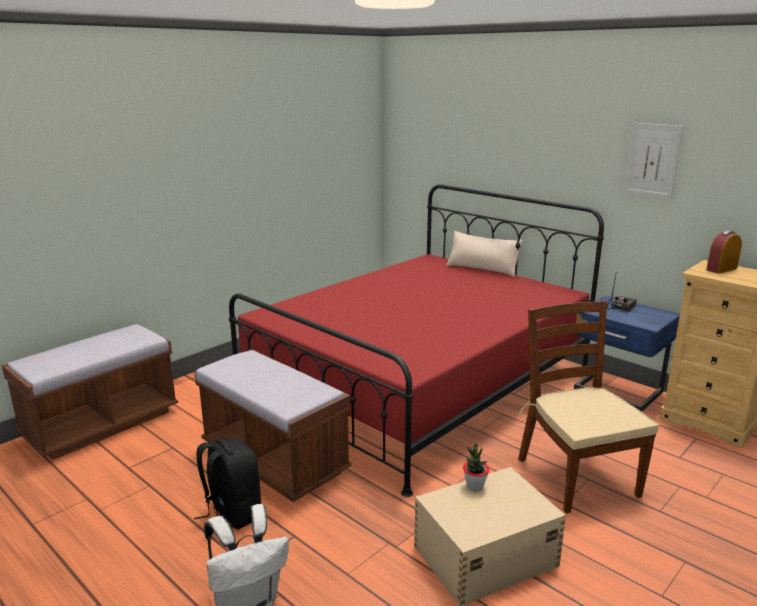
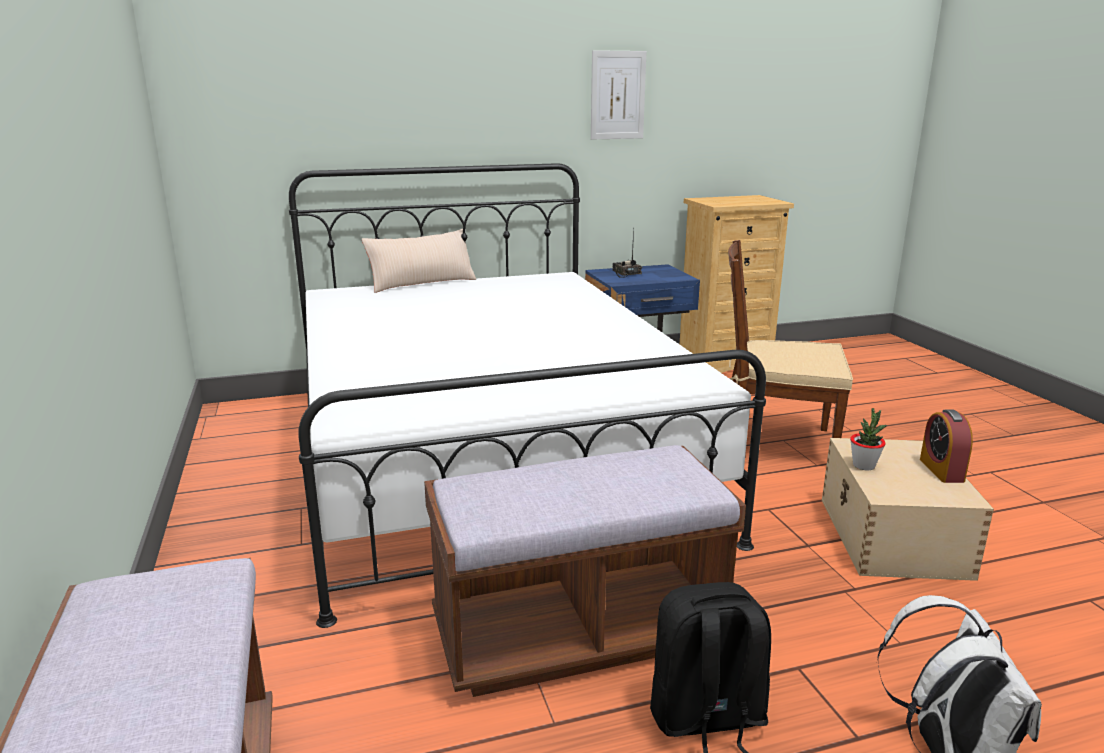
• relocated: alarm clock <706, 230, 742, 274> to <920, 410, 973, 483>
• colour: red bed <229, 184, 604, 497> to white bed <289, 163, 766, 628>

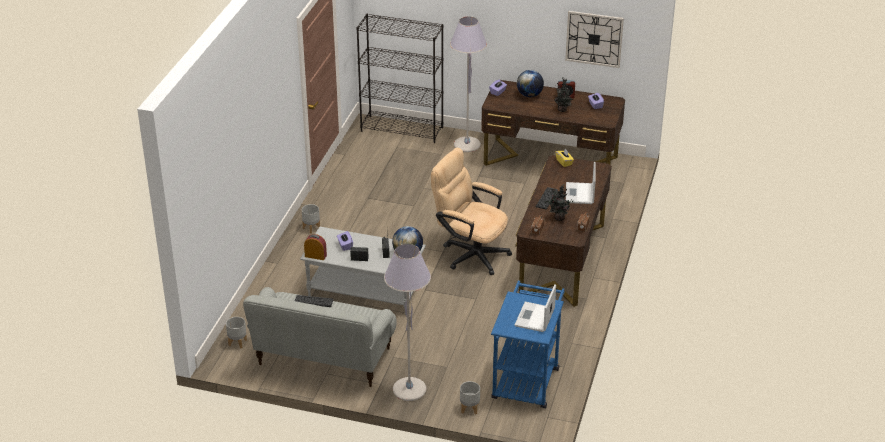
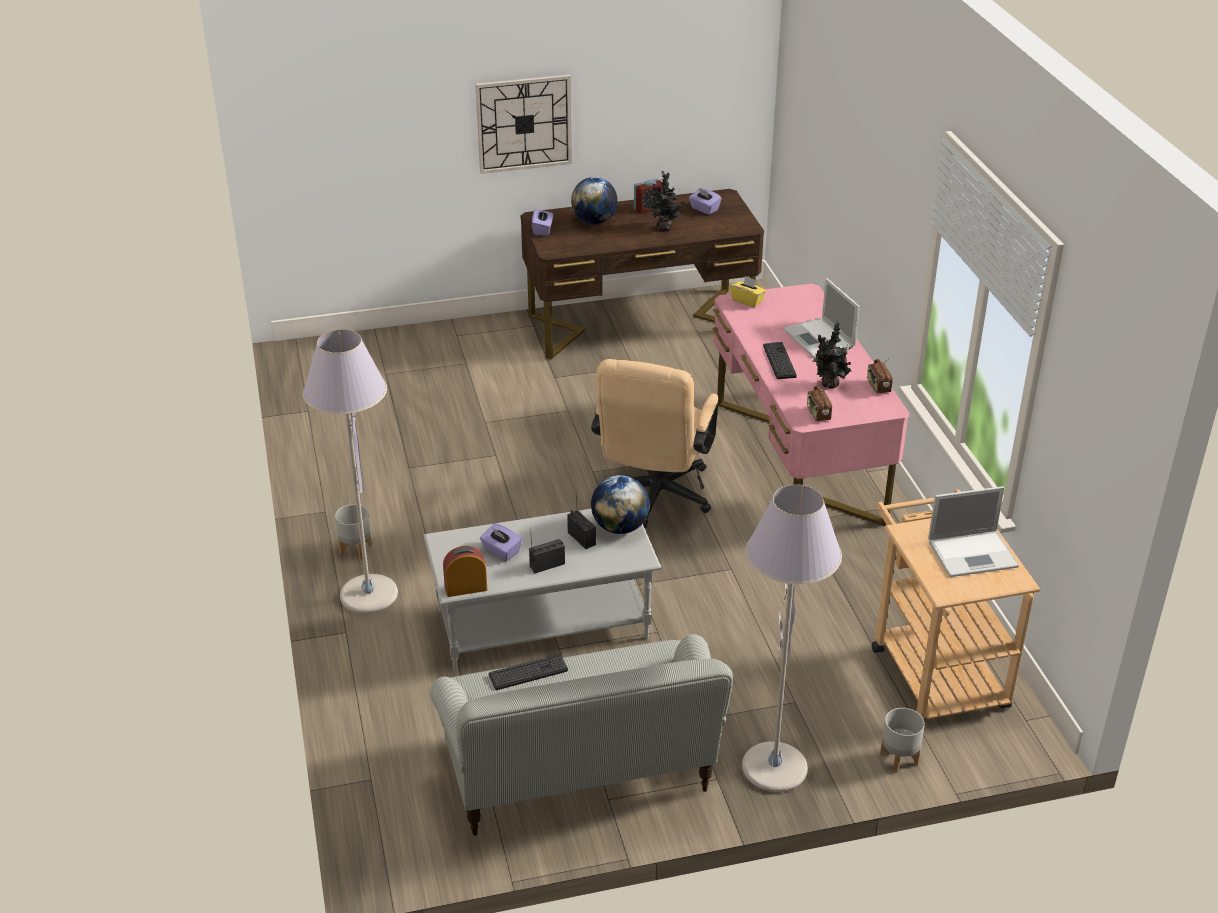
• missing: grey planter <226, 317, 247, 349>
• missing: black bookcase <356, 14, 443, 143>
• relocated: grey floor lamp <450, 16, 487, 152> to <303, 329, 398, 614>
• relocated: wall clock <565, 11, 624, 68> to <475, 75, 572, 174>
• colour: blue cart <491, 281, 565, 409> to beige cart <872, 490, 1040, 722>
• colour: brown desk <515, 155, 612, 307> to pink desk <713, 284, 910, 526>
• spun: beige office chair <431, 148, 512, 275> = <591, 359, 719, 528> 75 degrees counterclockwise
• spun: laptop <515, 284, 556, 332> = <928, 486, 1019, 577> 90 degrees counterclockwise

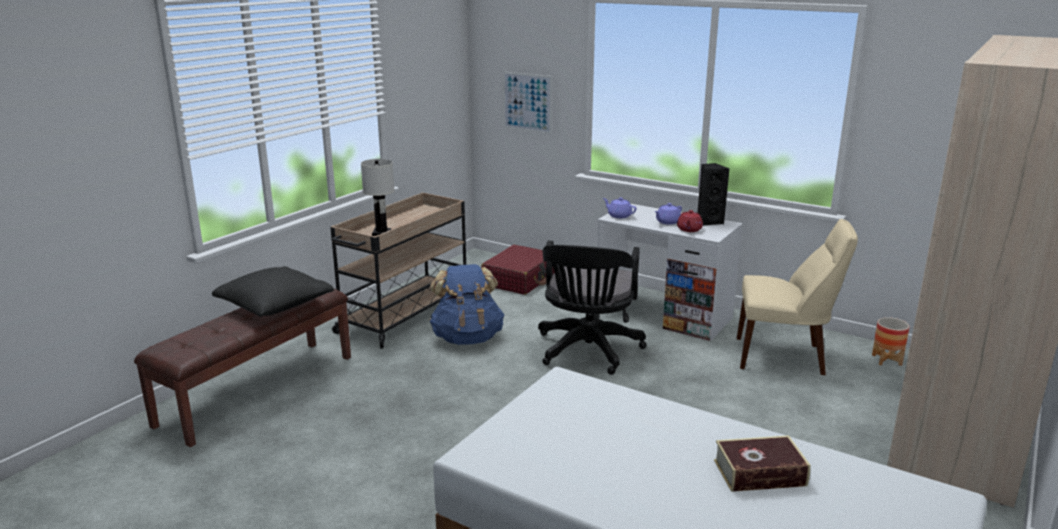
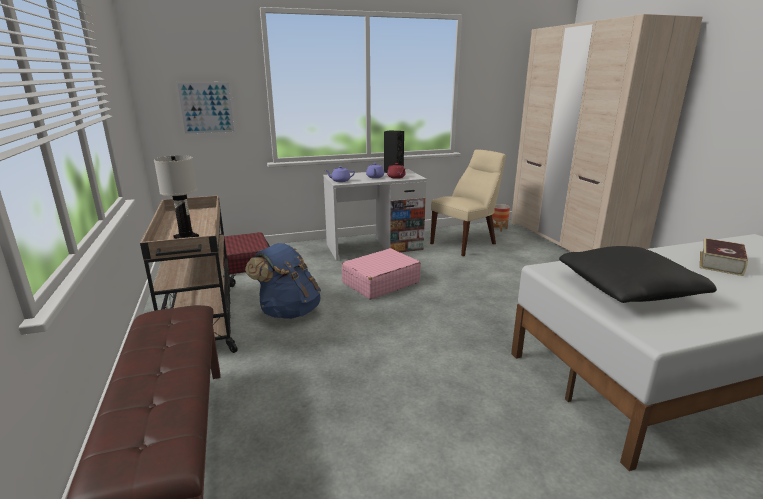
• relocated: black pillow <212, 266, 334, 317> to <559, 246, 717, 303>
• exchanged: black office chair <538, 241, 647, 375> to pink suitcase <342, 248, 421, 300>

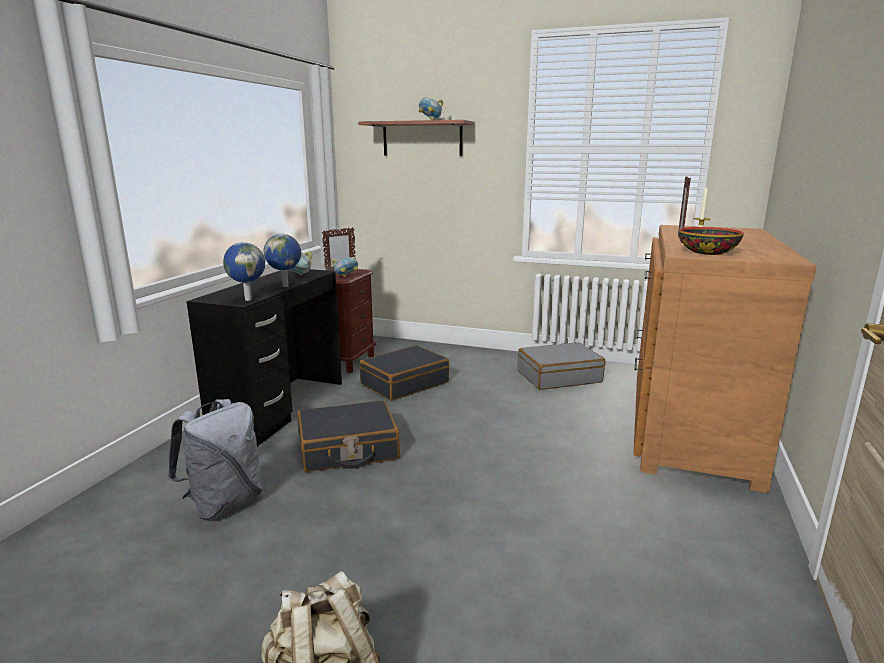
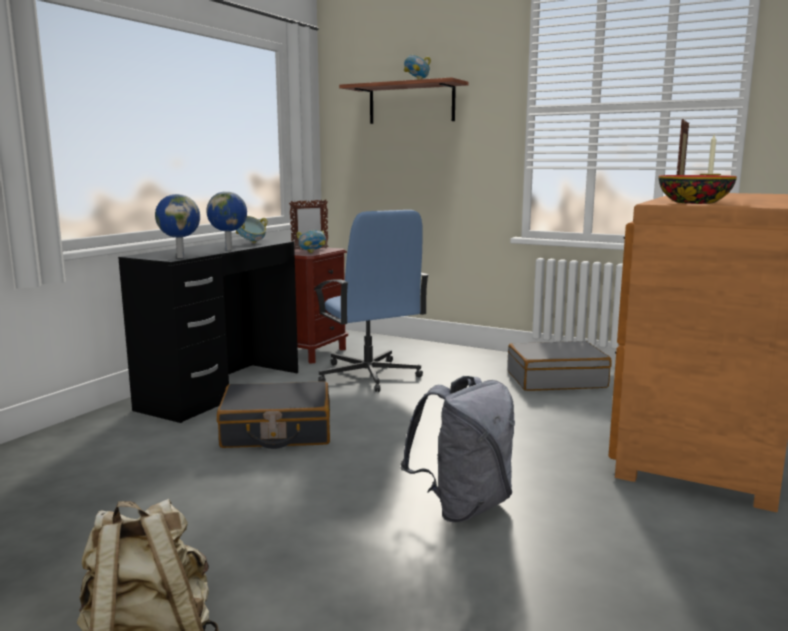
• relocated: grey backpack <167, 399, 262, 521> to <401, 376, 515, 522>
• exchanged: black suitcase <360, 345, 449, 401> to blue office chair <313, 210, 429, 392>

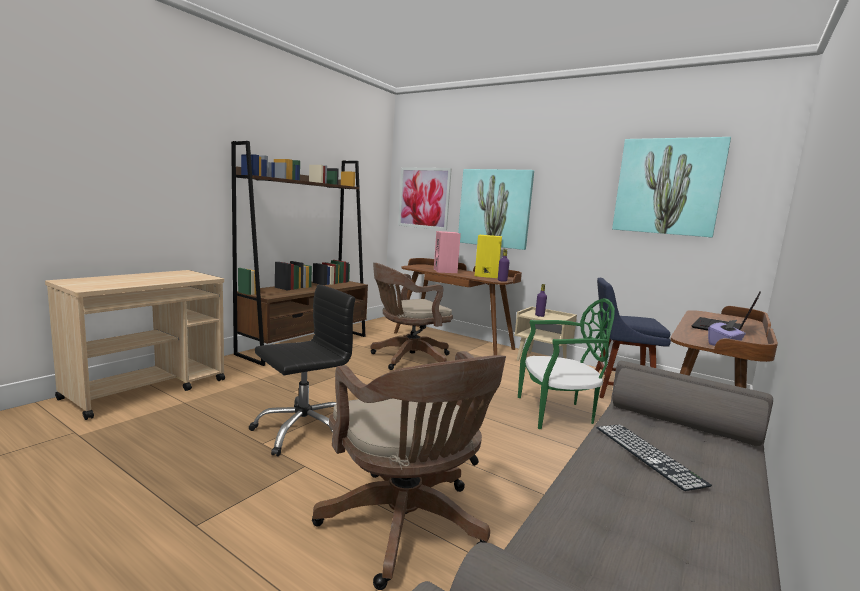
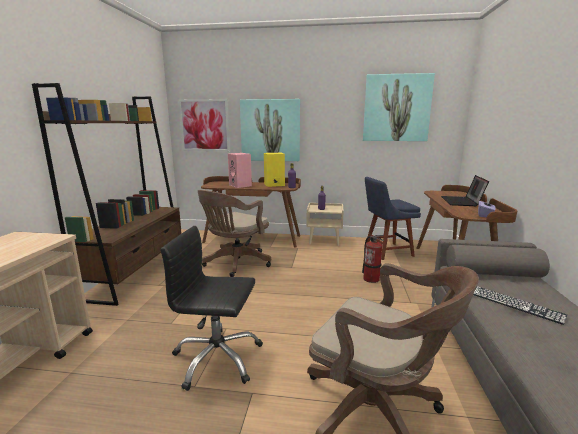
• exchanged: green chair <518, 298, 615, 429> to fire extinguisher <362, 235, 384, 283>
• spun: black office chair <248, 284, 355, 456> = <160, 226, 263, 391> 105 degrees counterclockwise

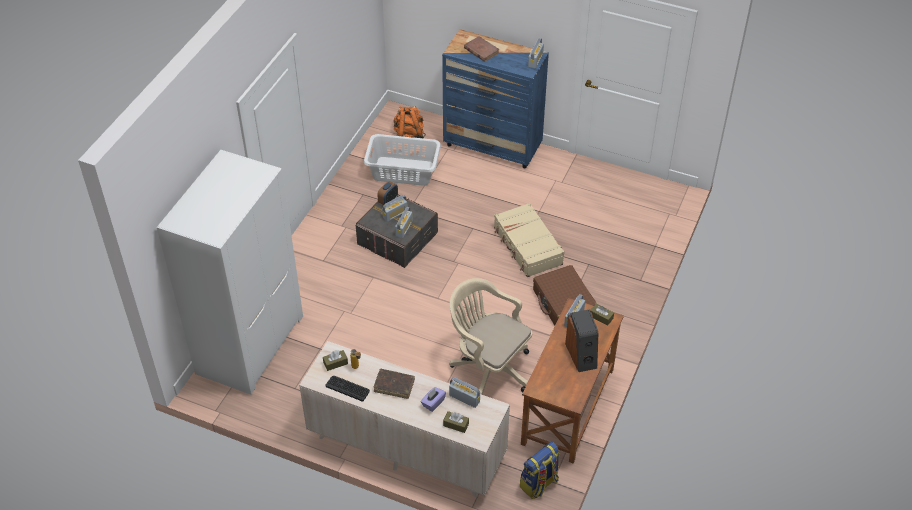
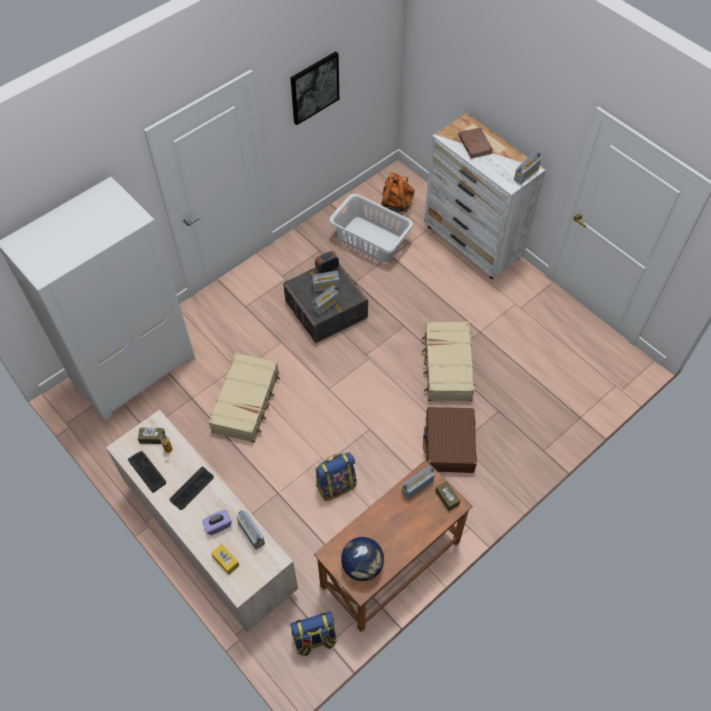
• missing: speaker <565, 309, 598, 372>
• appeared: beige suitcase <208, 353, 280, 442>
• appeared: picture <290, 51, 339, 125>
• appeared: globe <341, 537, 384, 581>
• exchanged: brown book <374, 369, 415, 399> to keyboard <169, 466, 214, 510>
• exchanged: beige office chair <449, 278, 532, 395> to backpack <315, 452, 356, 501>
• colour: blue dresser <442, 29, 549, 168> to white dresser <424, 113, 546, 279>
• colour: brown tissue box <443, 411, 469, 433> to yellow tissue box <211, 544, 239, 575>

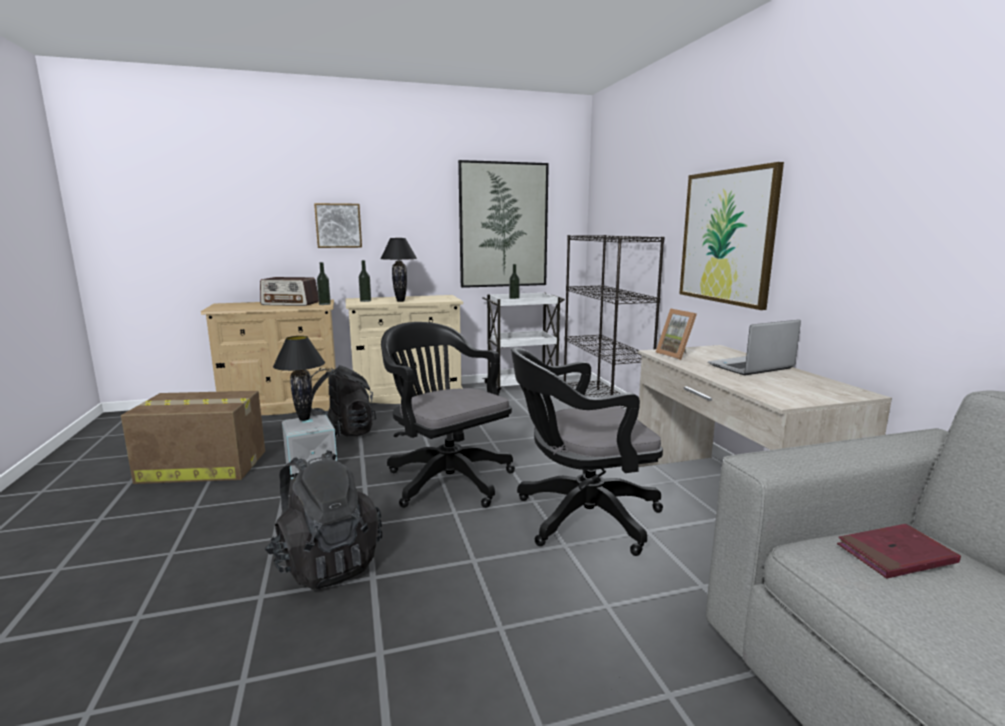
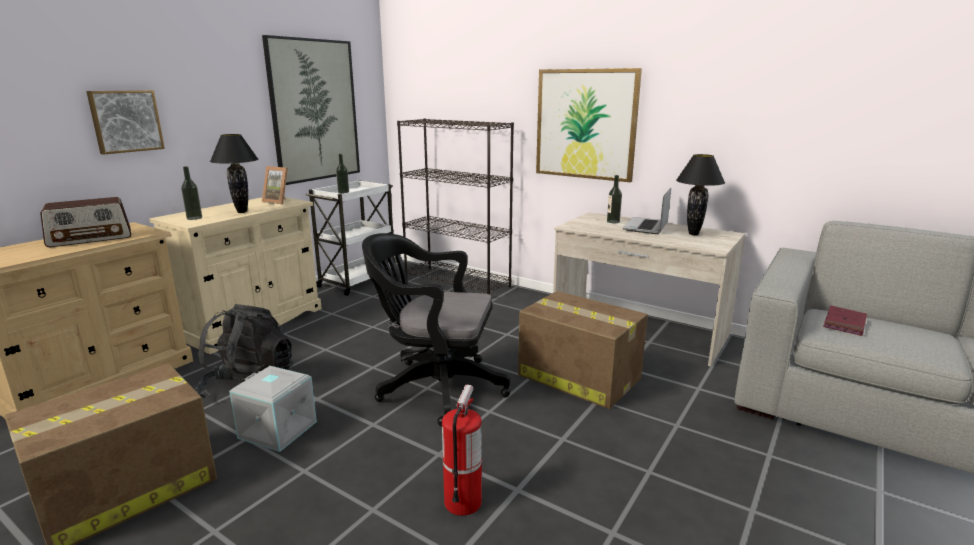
• relocated: black table lamp <273, 336, 325, 421> to <676, 154, 725, 235>
• relocated: bottle <317, 262, 331, 305> to <607, 175, 622, 223>
• relocated: picture frame <656, 308, 697, 360> to <262, 166, 288, 204>
• exchanged: black backpack <265, 450, 382, 590> to fire extinguisher <442, 385, 482, 516>
• exchanged: black office chair <511, 348, 663, 556> to cardboard box <518, 291, 648, 409>

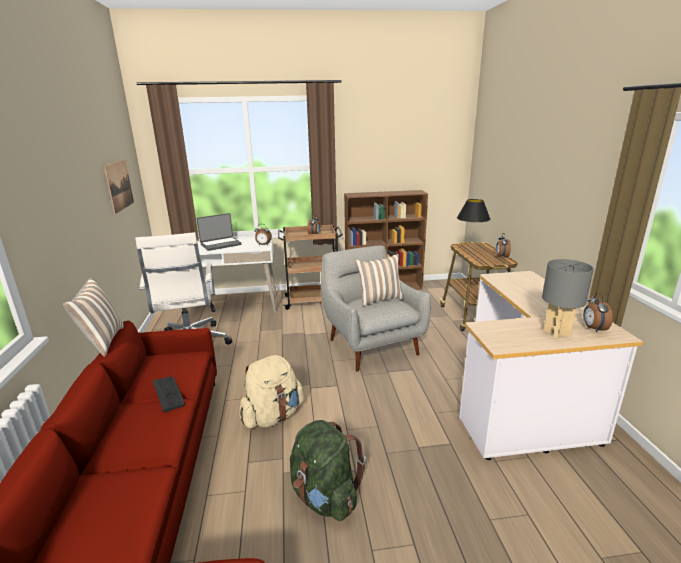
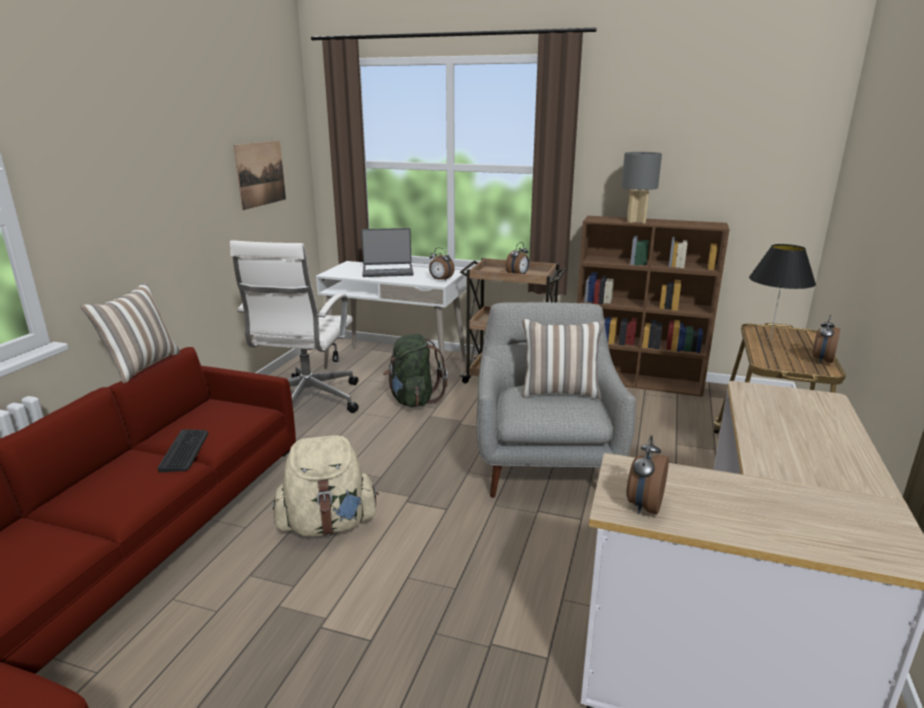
• relocated: green backpack <290, 420, 366, 521> to <383, 334, 448, 407>
• relocated: grey table lamp <542, 259, 594, 339> to <621, 152, 662, 223>
• relocated: alarm clock <583, 293, 613, 333> to <626, 435, 669, 514>

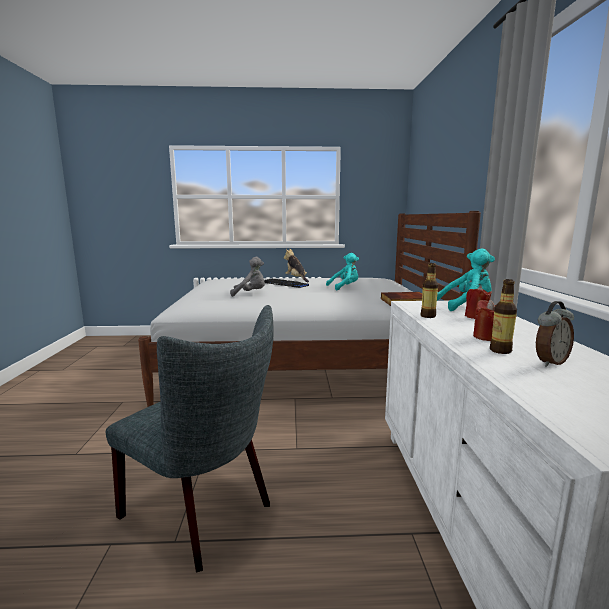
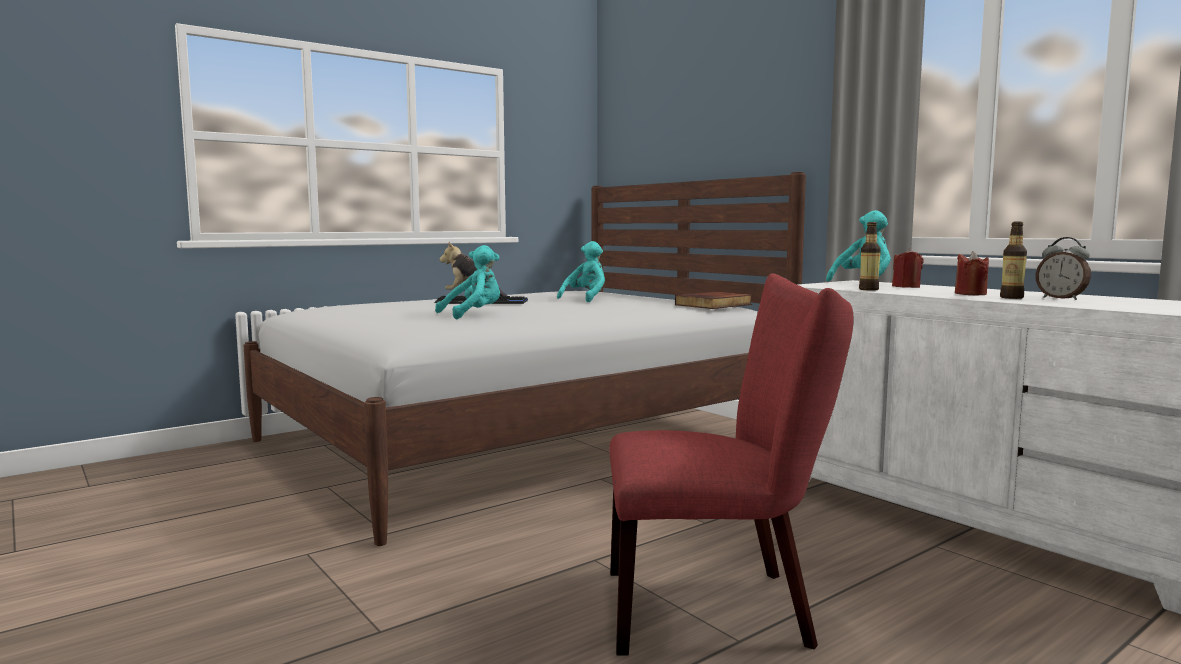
• colour: grey chair <106, 305, 274, 573> to red chair <609, 273, 853, 656>
• colour: grey plush toy <230, 257, 265, 297> to turquoise plush toy <435, 245, 500, 319>
• spun: alarm clock <536, 301, 574, 367> = <1036, 237, 1091, 300> 120 degrees clockwise

